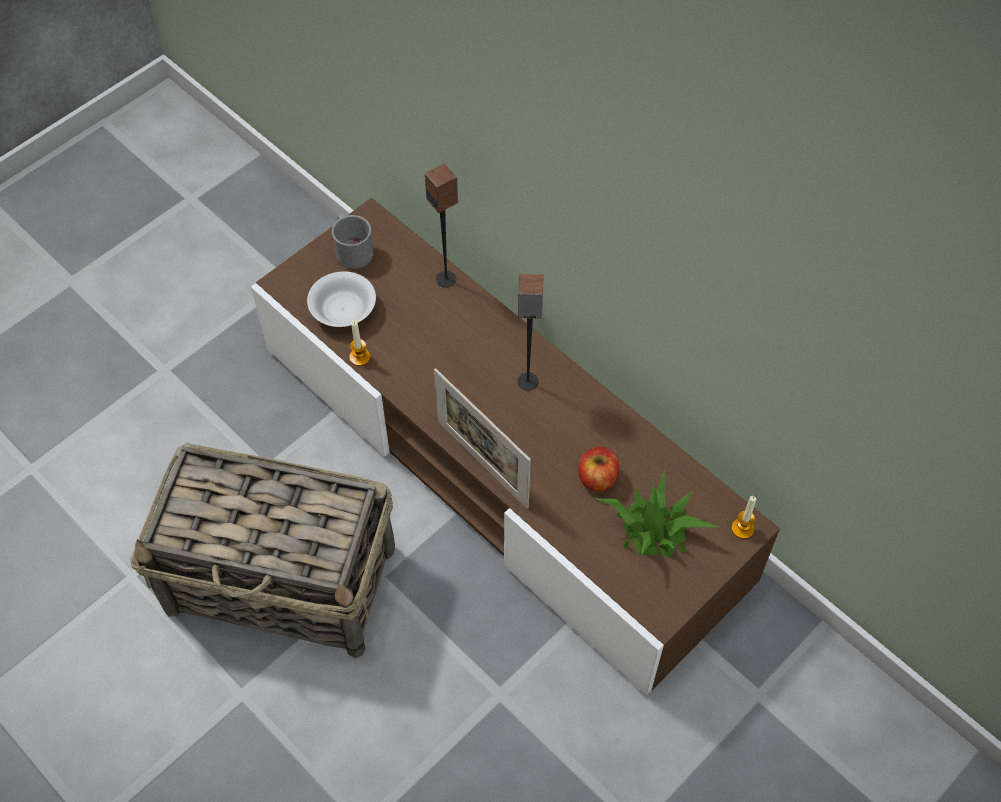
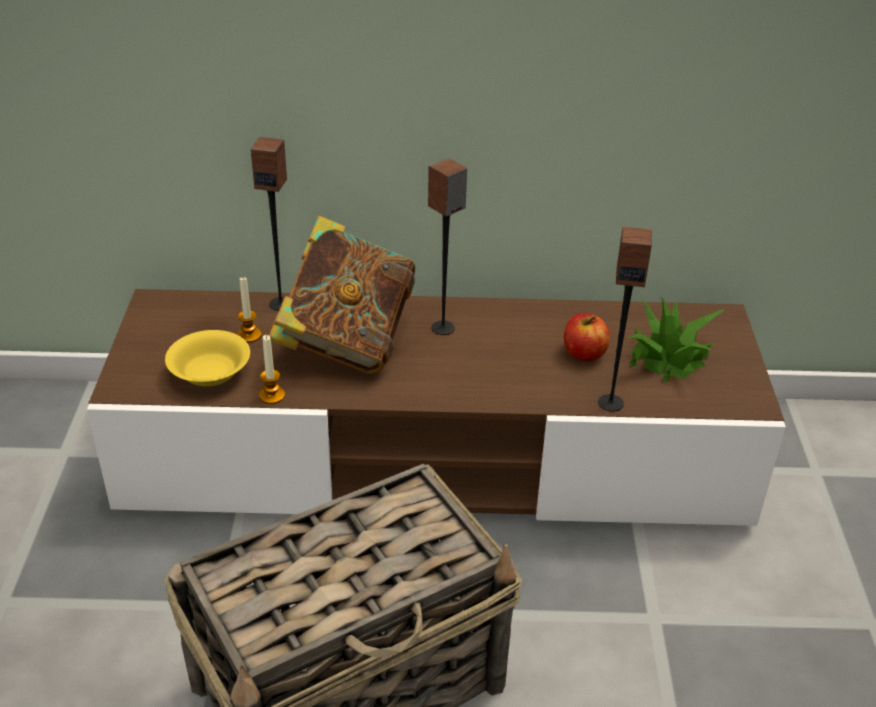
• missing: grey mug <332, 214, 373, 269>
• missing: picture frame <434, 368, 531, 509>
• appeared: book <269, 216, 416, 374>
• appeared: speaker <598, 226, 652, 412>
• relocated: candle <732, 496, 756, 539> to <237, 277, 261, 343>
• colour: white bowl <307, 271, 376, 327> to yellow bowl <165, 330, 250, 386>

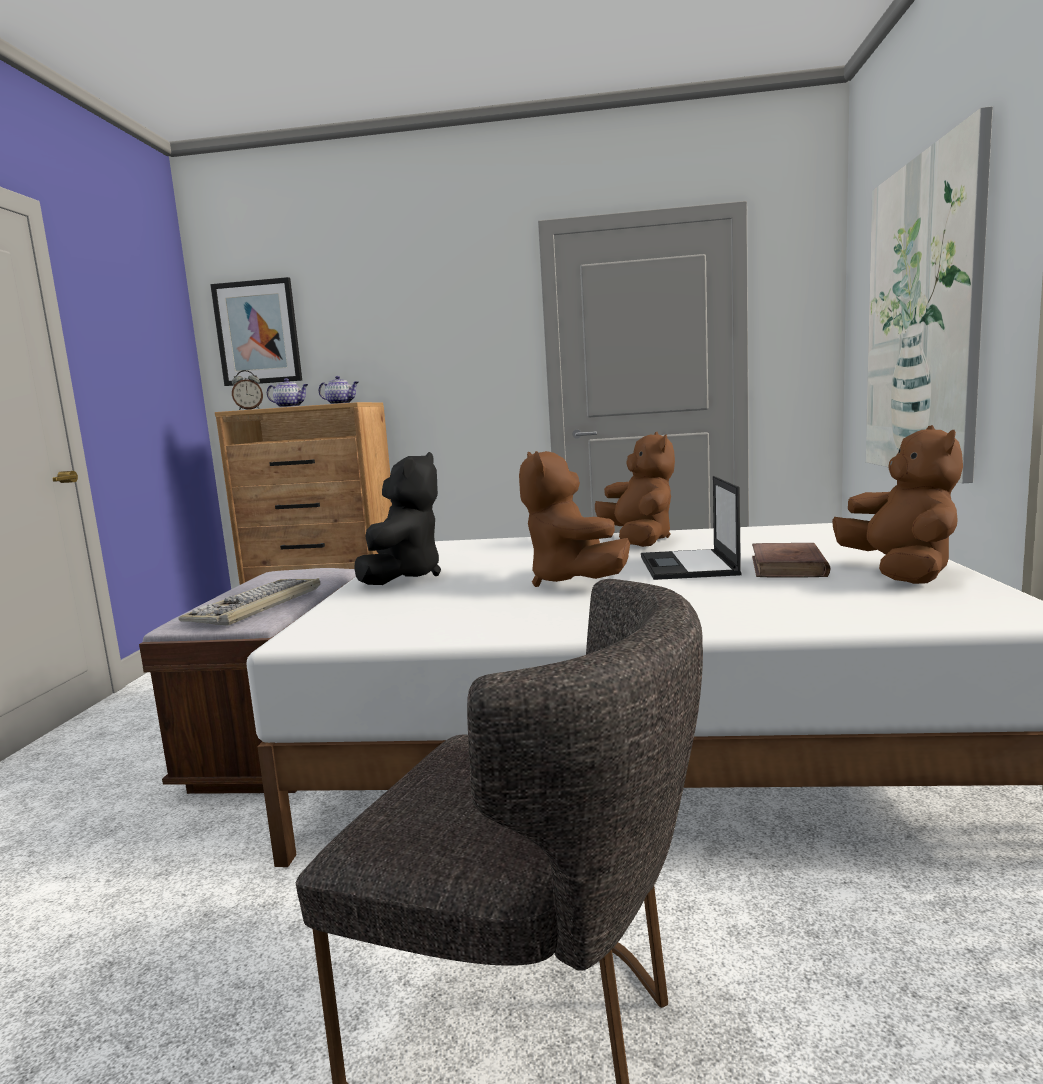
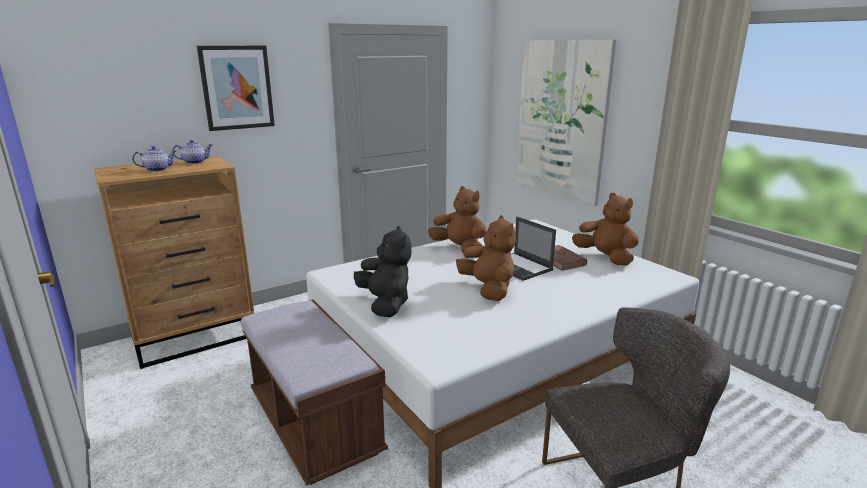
• missing: keyboard <179, 578, 320, 626>
• missing: alarm clock <232, 370, 263, 410>
• relocated: picture <210, 277, 302, 386> to <197, 46, 275, 131>
• spun: brown plush toy <519, 451, 630, 587> = <456, 215, 516, 301> 150 degrees counterclockwise

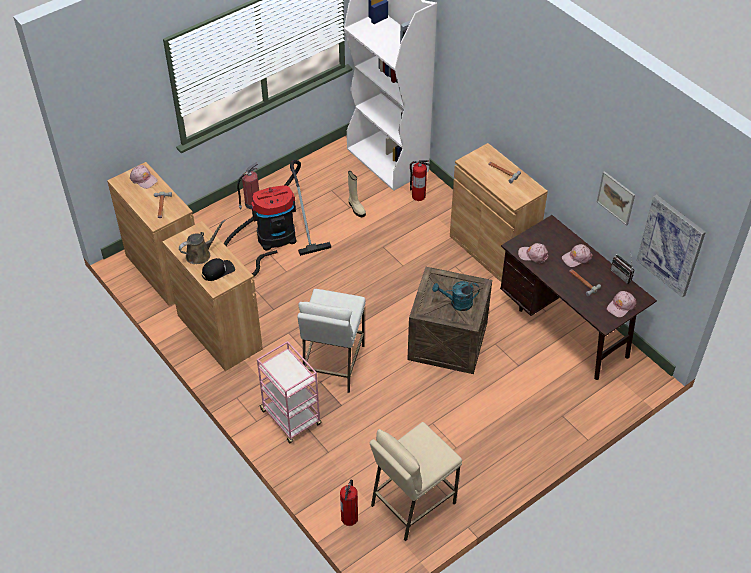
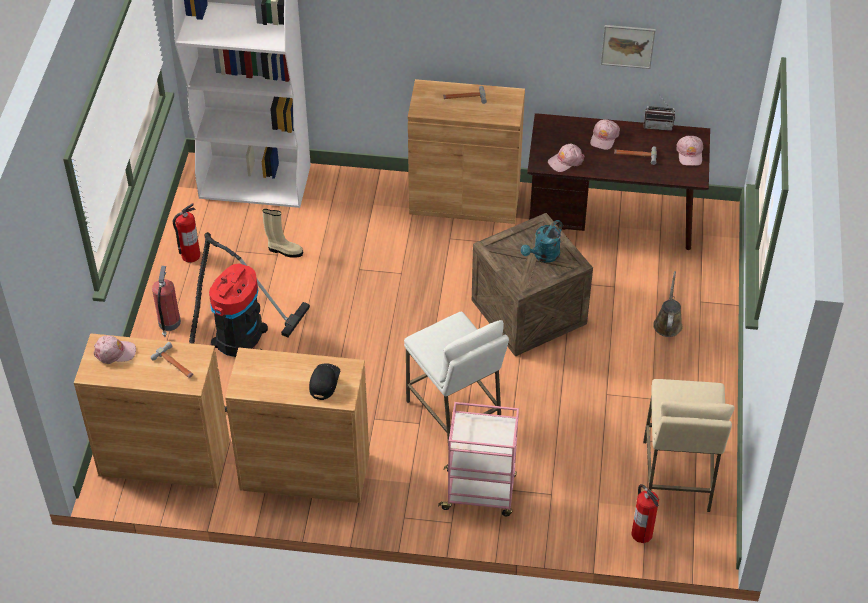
• missing: picture <637, 195, 706, 297>
• relocated: brown watering can <179, 219, 226, 264> to <653, 271, 683, 337>
• relocated: fire extinguisher <410, 160, 430, 201> to <172, 203, 200, 263>

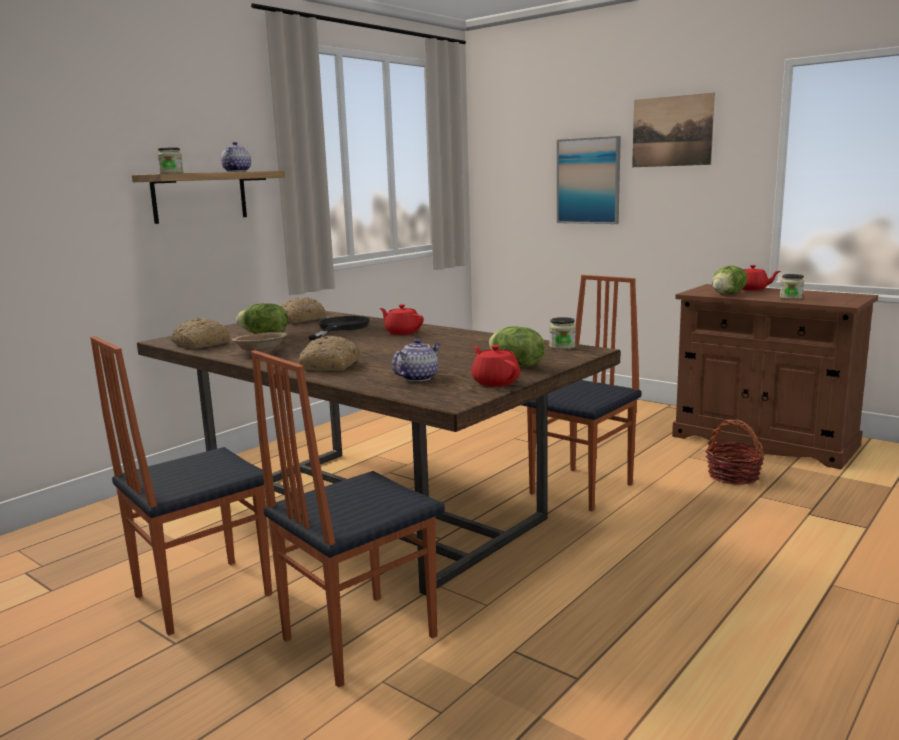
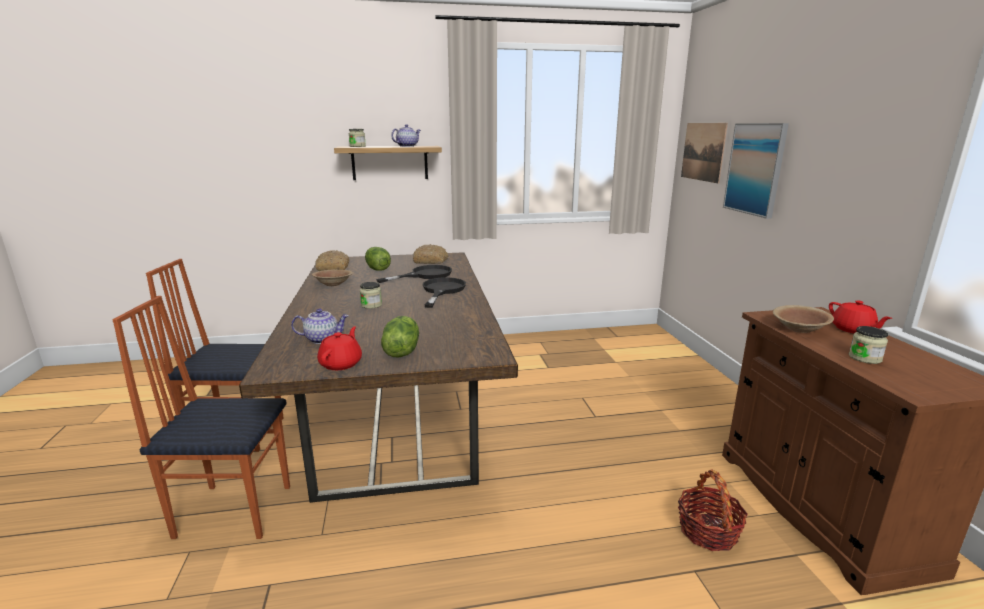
• missing: bread <299, 335, 360, 371>
• missing: chair <522, 275, 642, 512>
• relocated: jar <549, 317, 576, 349> to <360, 282, 382, 309>
• relocated: picture <632, 93, 715, 167> to <681, 123, 728, 184>
• exchanged: red teapot <379, 304, 424, 335> to black frying pan <422, 277, 466, 308>
• exchanged: lettuce <712, 266, 747, 294> to brown bowl <773, 305, 834, 333>

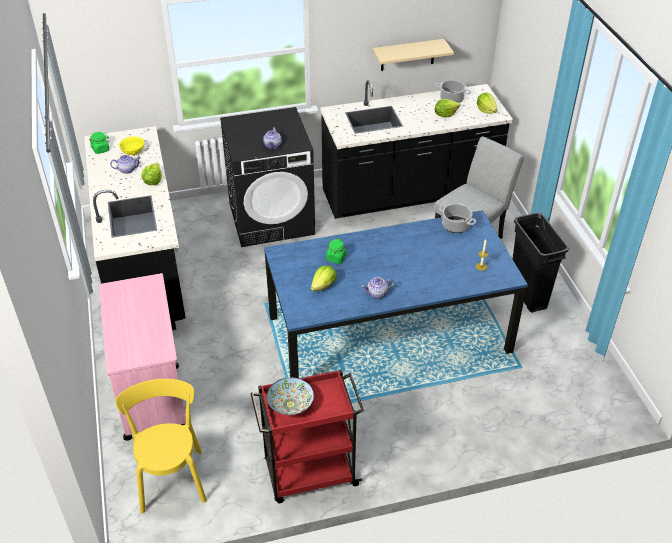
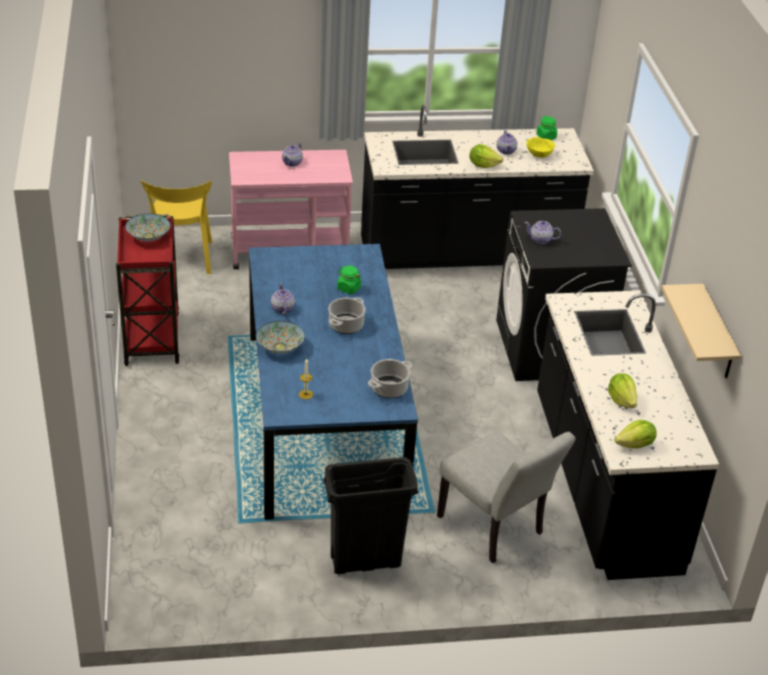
• missing: lettuce <311, 266, 337, 291>
• appeared: bowl <256, 321, 305, 354>
• appeared: teapot <282, 143, 303, 167>
• relocated: cooking pot <435, 80, 471, 103> to <328, 297, 366, 334>
• spun: yellow chair <115, 379, 207, 513> = <141, 180, 212, 274> 90 degrees clockwise

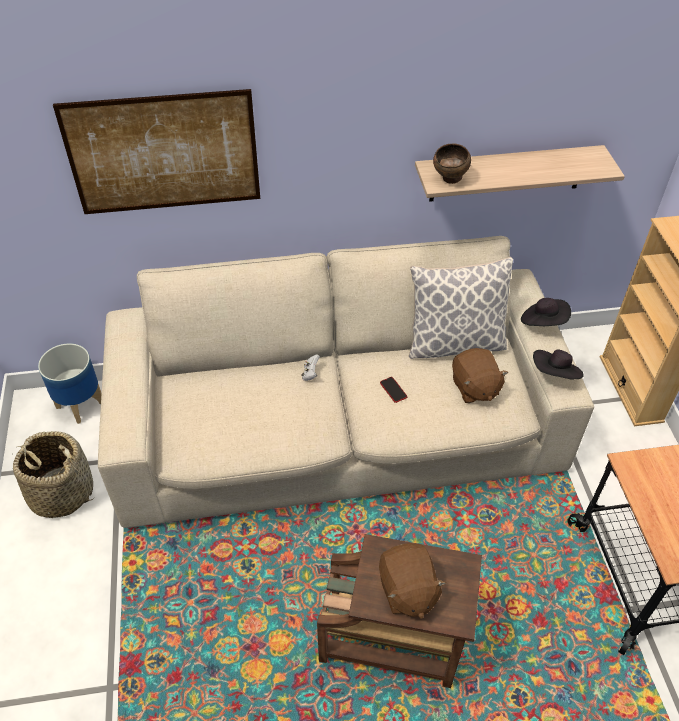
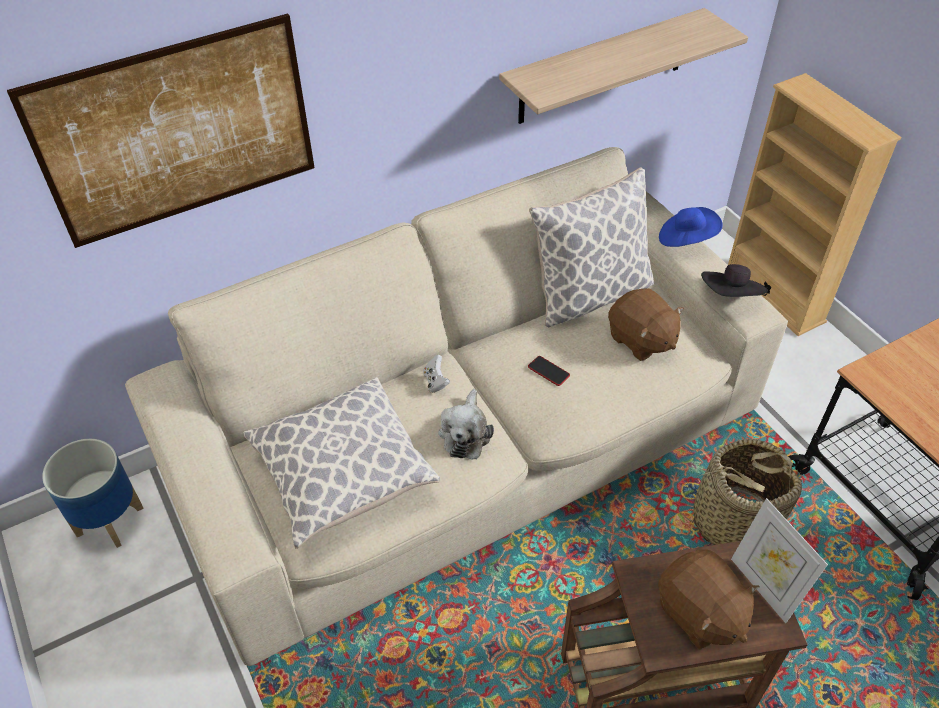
• missing: brown bowl <433, 144, 471, 184>
• appeared: pillow <244, 377, 440, 549>
• appeared: plush toy <438, 389, 494, 460>
• appeared: picture frame <731, 498, 828, 623>
• relocated: basket <13, 431, 94, 518> to <676, 439, 803, 545>
• colour: black hat <521, 298, 571, 326> to blue hat <659, 207, 723, 247>

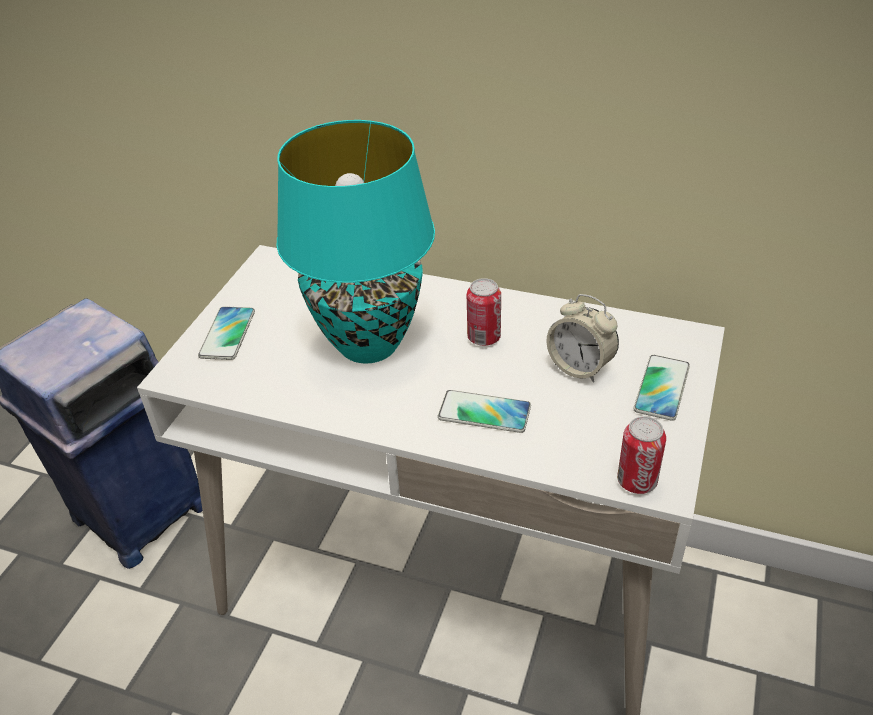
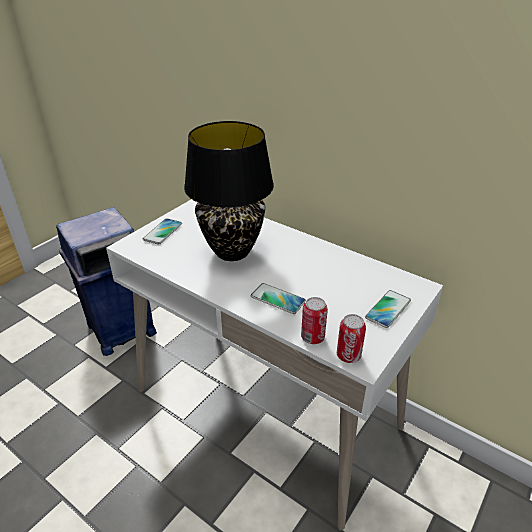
• missing: alarm clock <547, 294, 619, 383>
• relocated: can <467, 278, 501, 346> to <301, 297, 328, 344>
• colour: turquoise table lamp <277, 120, 435, 364> to black table lamp <184, 121, 274, 261>

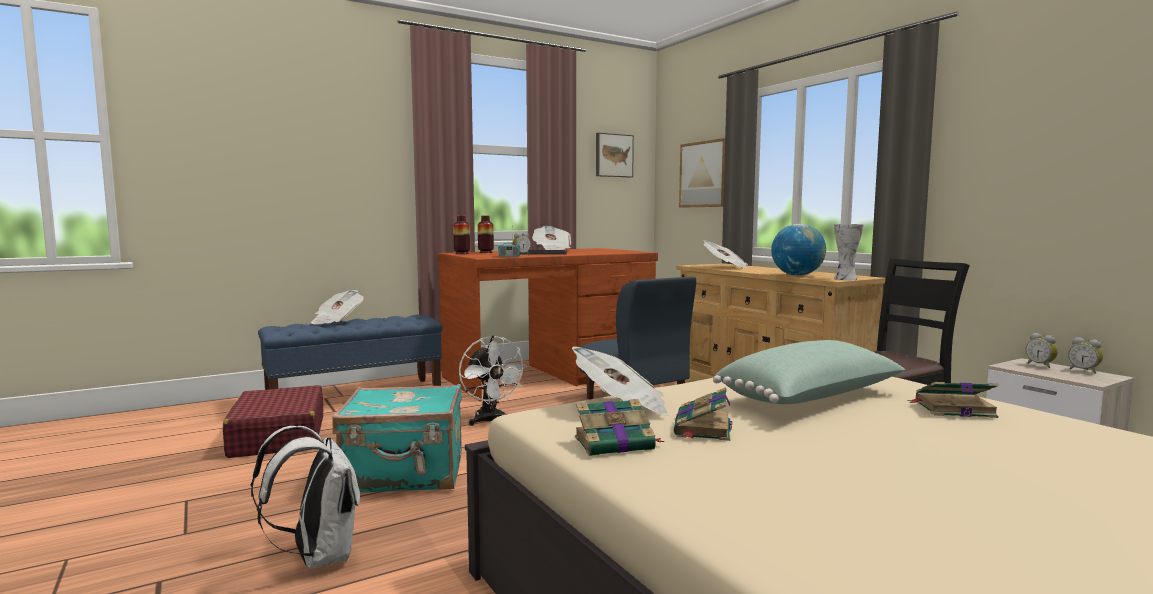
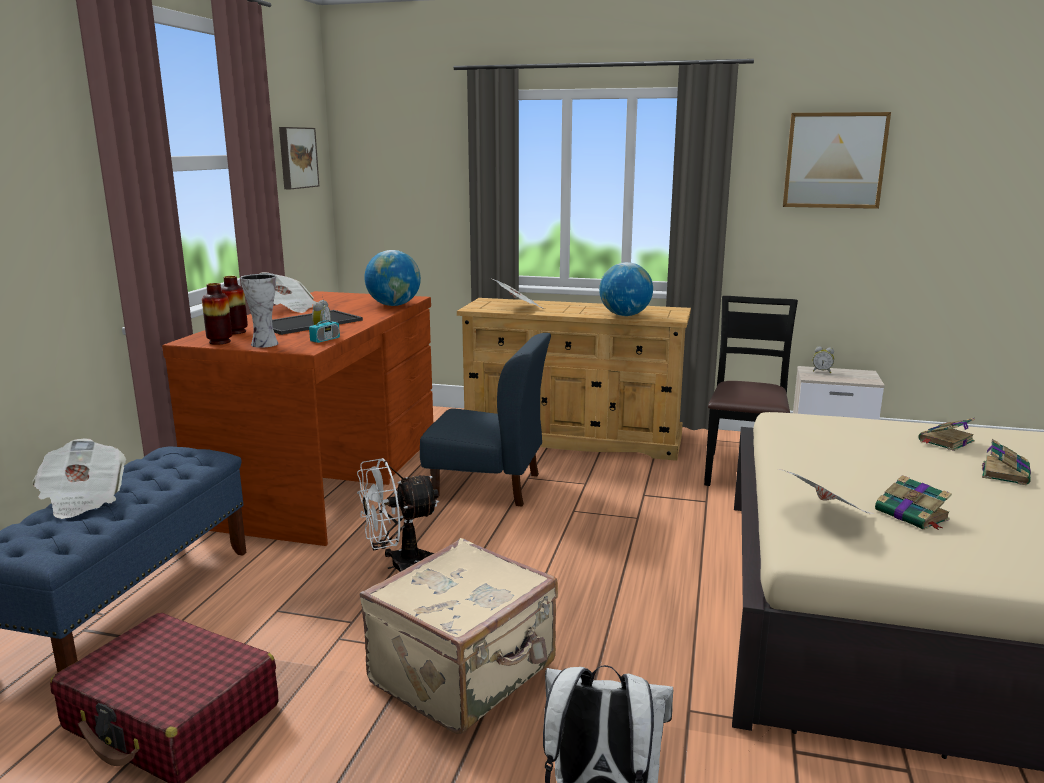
• missing: green pillow <713, 340, 906, 404>
• missing: alarm clock <1068, 337, 1103, 374>
• appeared: globe <364, 250, 421, 306>
• relocated: book <575, 399, 664, 456> to <982, 439, 1031, 485>
• relocated: picture <679, 138, 725, 208> to <783, 112, 891, 209>
• relocated: vase <834, 224, 864, 280> to <240, 274, 279, 348>
• colour: turquoise suitcase <333, 384, 462, 492> to beige suitcase <360, 538, 558, 734>
• spun: white fan <459, 336, 527, 426> = <357, 458, 439, 572> 135 degrees clockwise

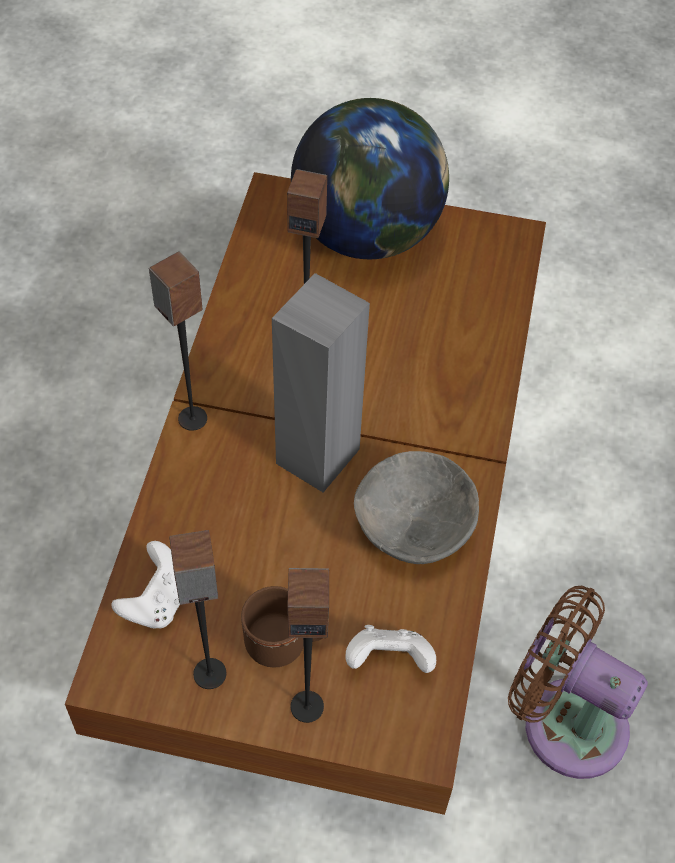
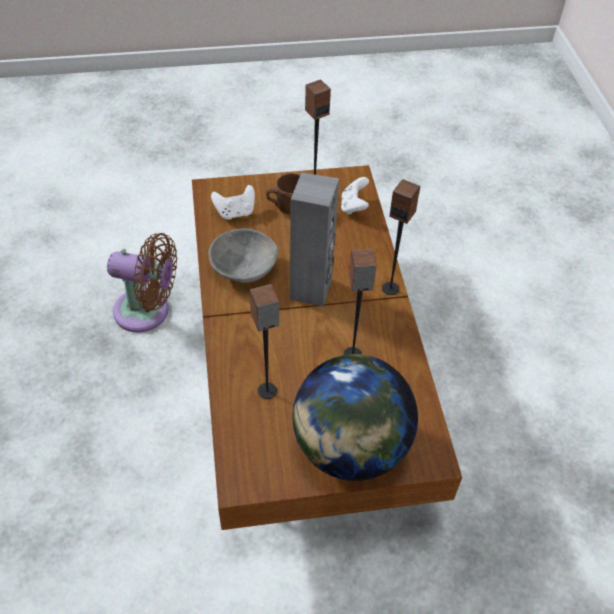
• relocated: speaker <287, 568, 329, 723> to <250, 284, 279, 399>

